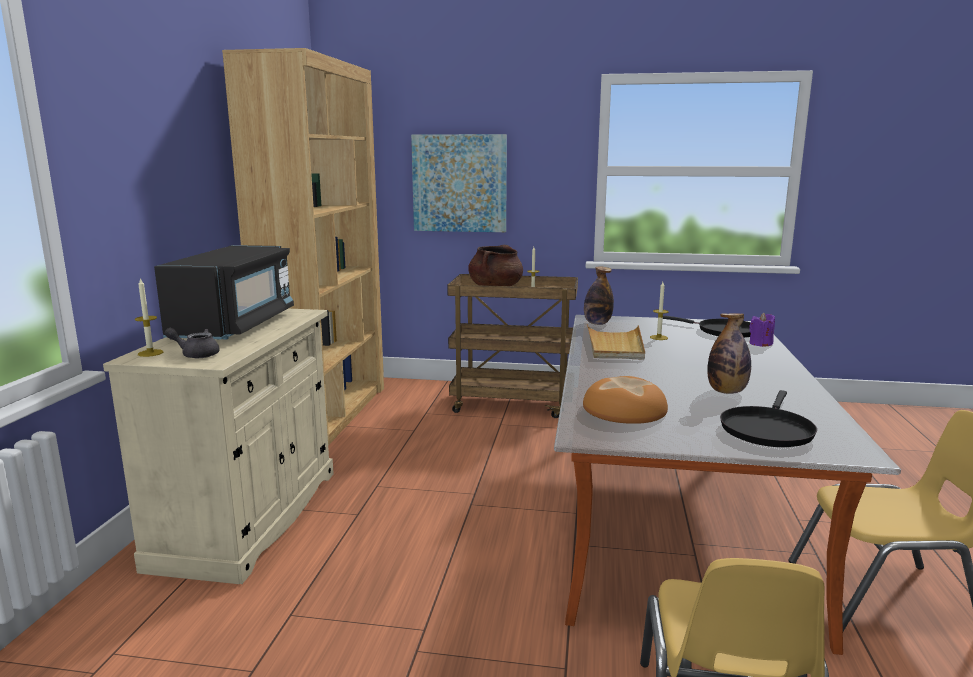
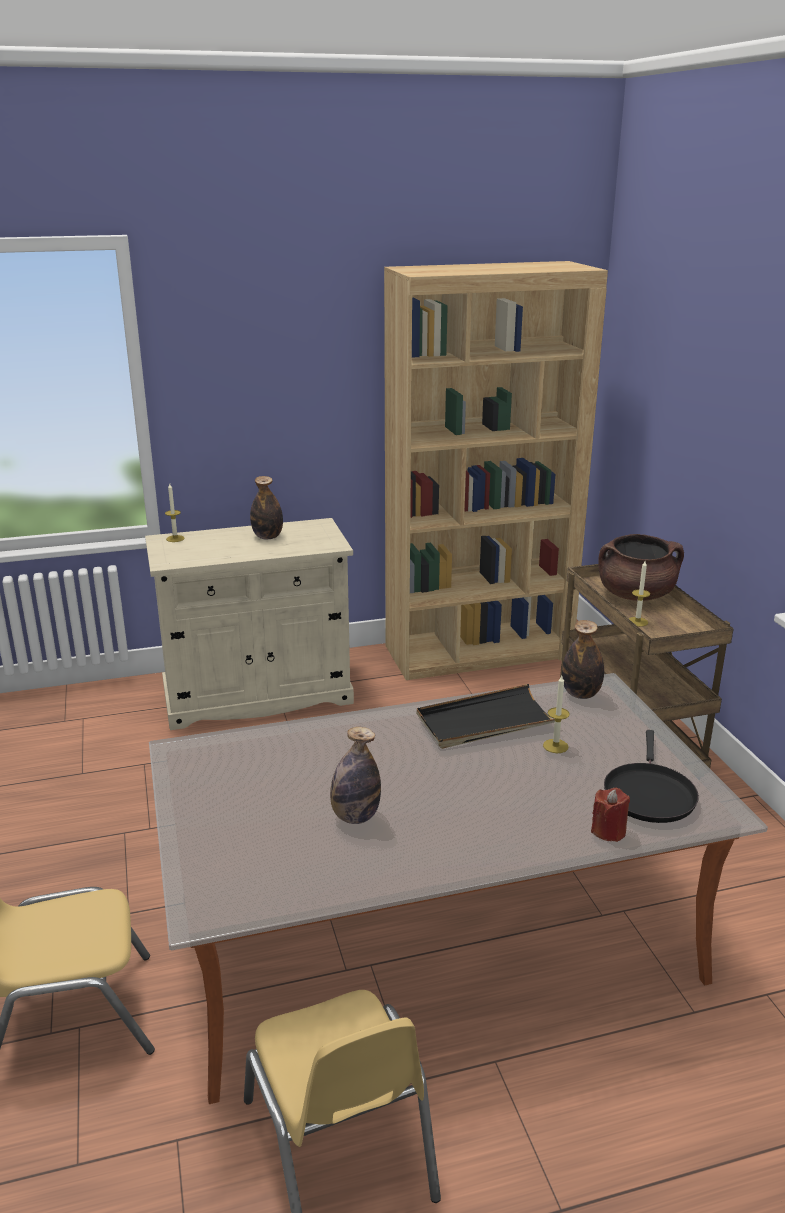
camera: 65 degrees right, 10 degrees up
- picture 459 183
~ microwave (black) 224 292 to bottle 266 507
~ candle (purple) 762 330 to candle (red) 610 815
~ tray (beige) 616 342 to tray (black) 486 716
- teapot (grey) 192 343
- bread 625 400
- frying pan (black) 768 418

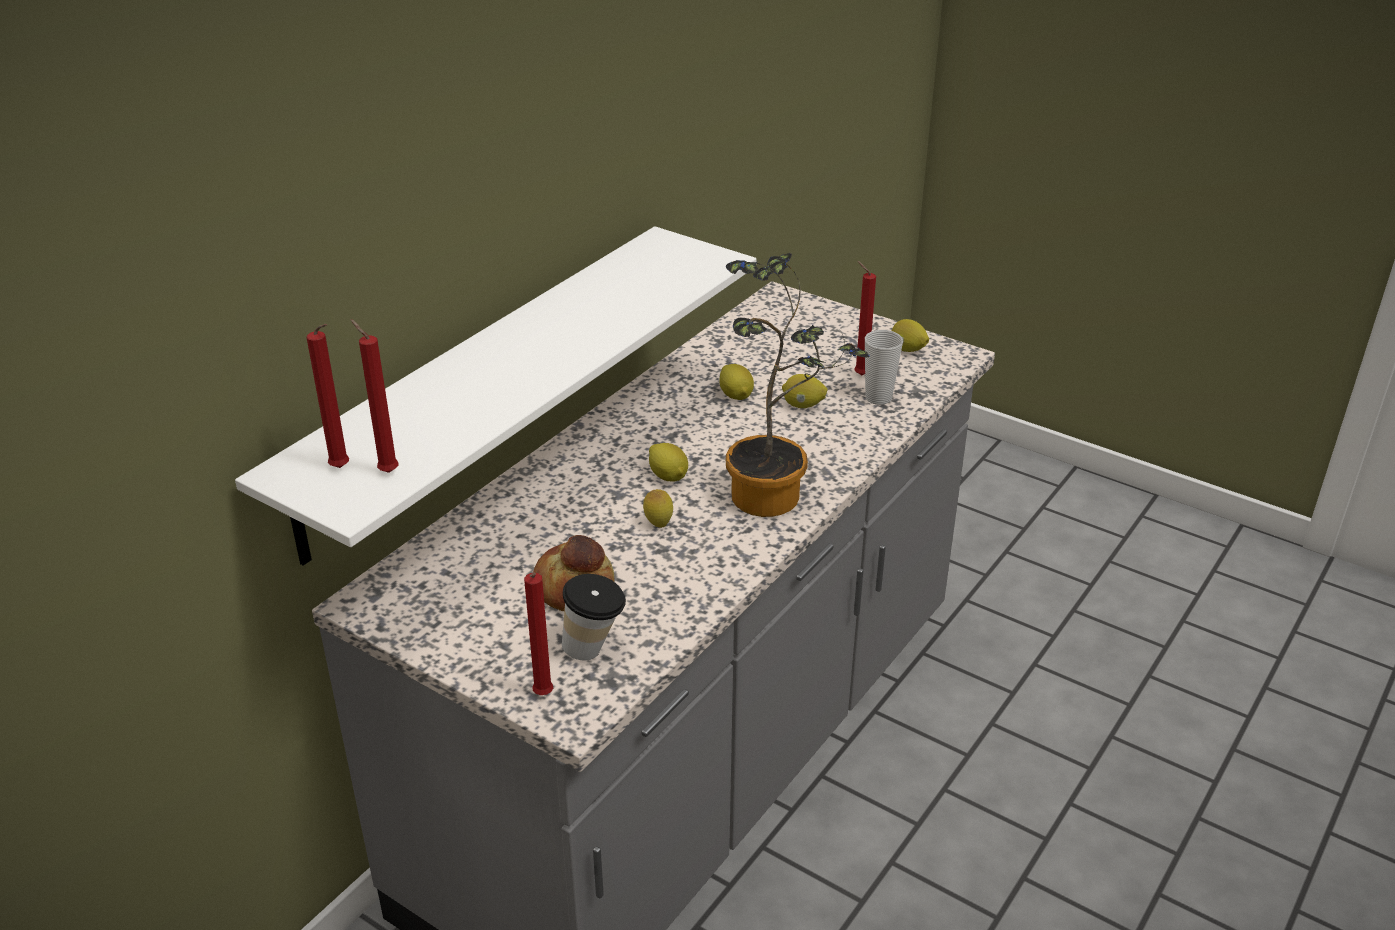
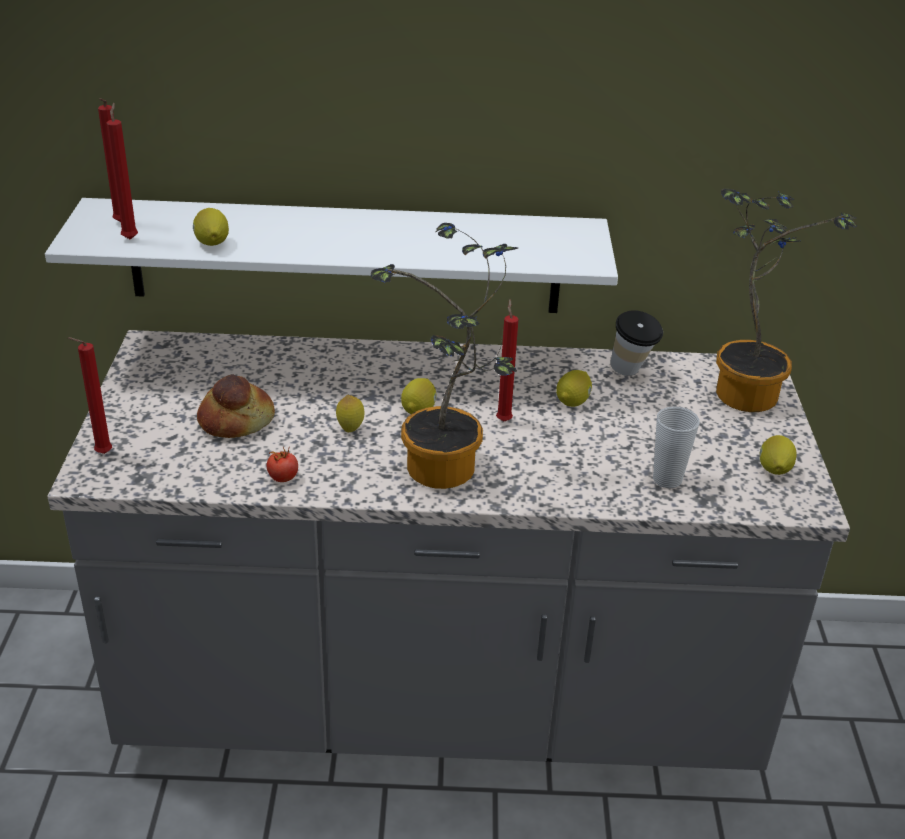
camera: 55 degrees right, 0 degrees up
~ candle (red) 865 318 to 507 360
~ lemon 804 391 to 211 227
~ cup 594 617 to 636 343
+ potted plant 786 300
+ tomato 282 464

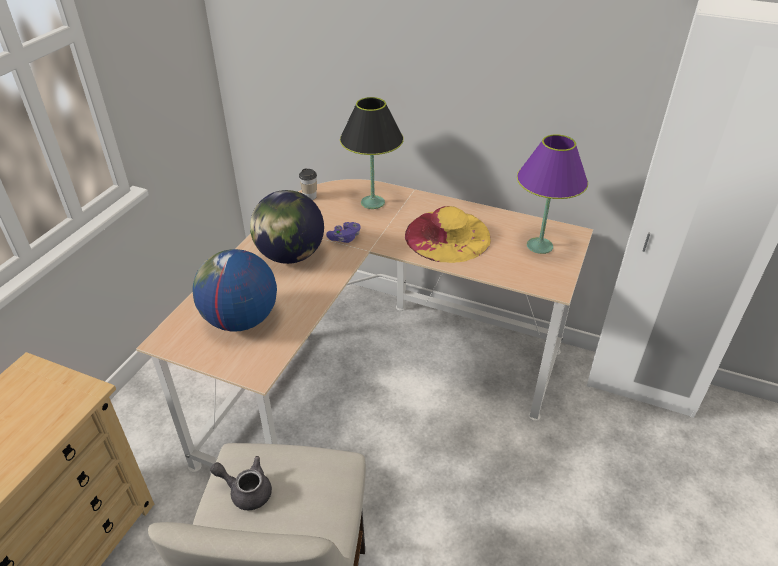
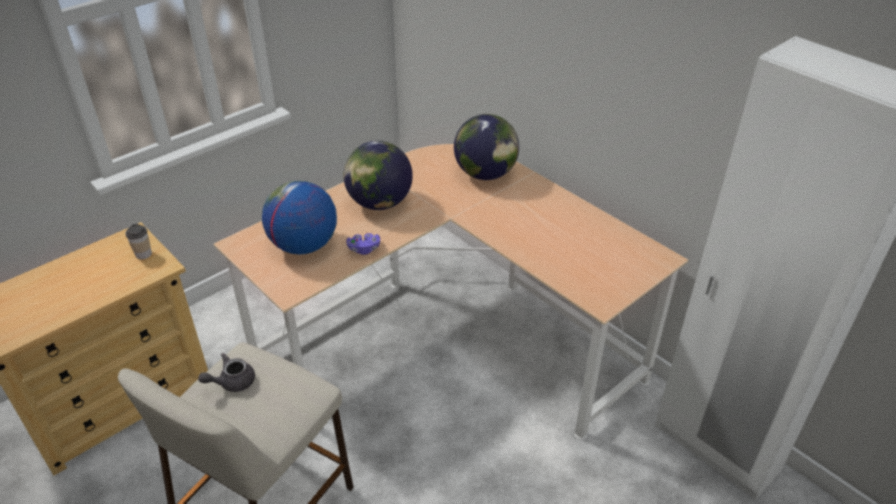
camera: 25 degrees right, 0 degrees up
~ table lamp (black) 372 153 to globe 486 147
- table lamp (purple) 552 194
~ cup 308 184 to 138 241
- hat (yellow) 448 234
~ game controller (purple) 343 232 to 363 244
~ teapot (grey) 241 483 = 226 372 75 degrees counterclockwise

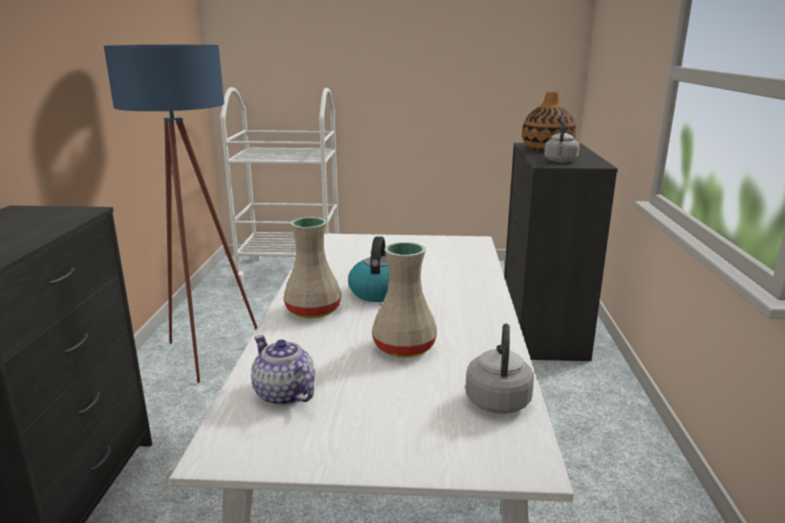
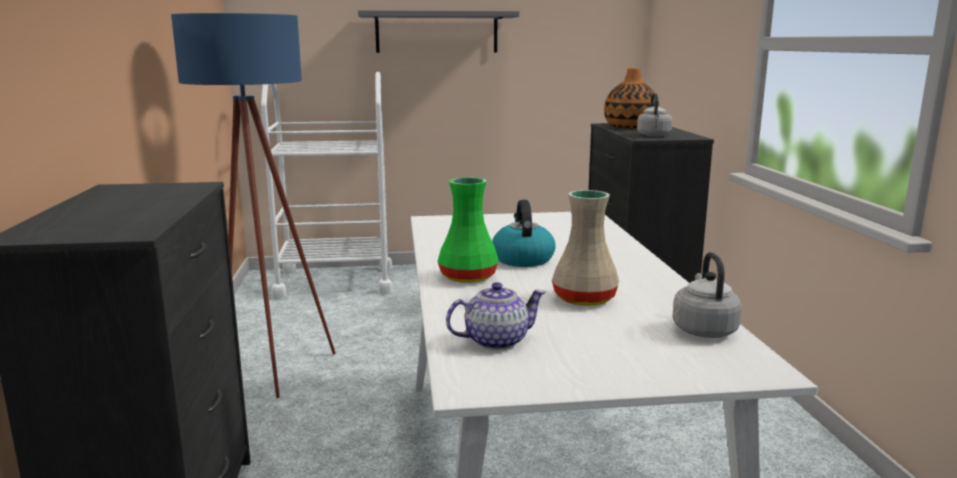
camera: 10 degrees left, 5 degrees down
~ vase (beige) 312 267 to vase (green) 468 230
~ teapot 283 370 = 496 316 120 degrees clockwise
+ shelf (grey) 438 31

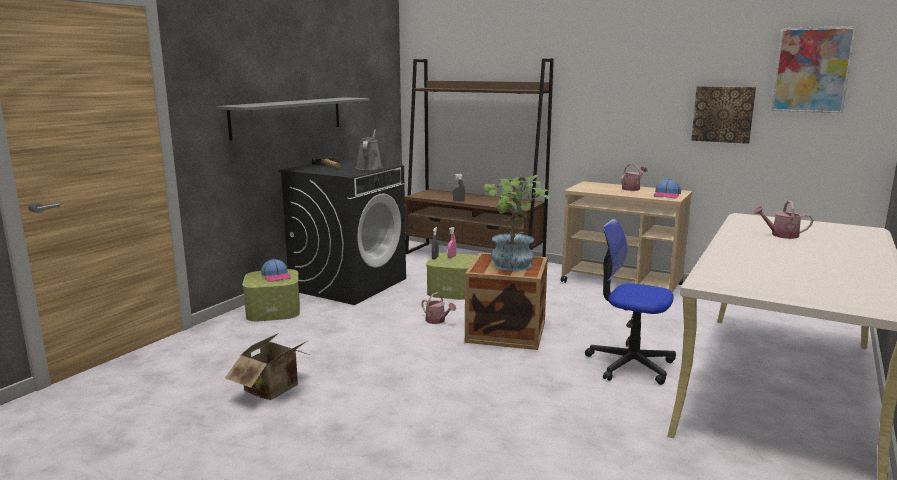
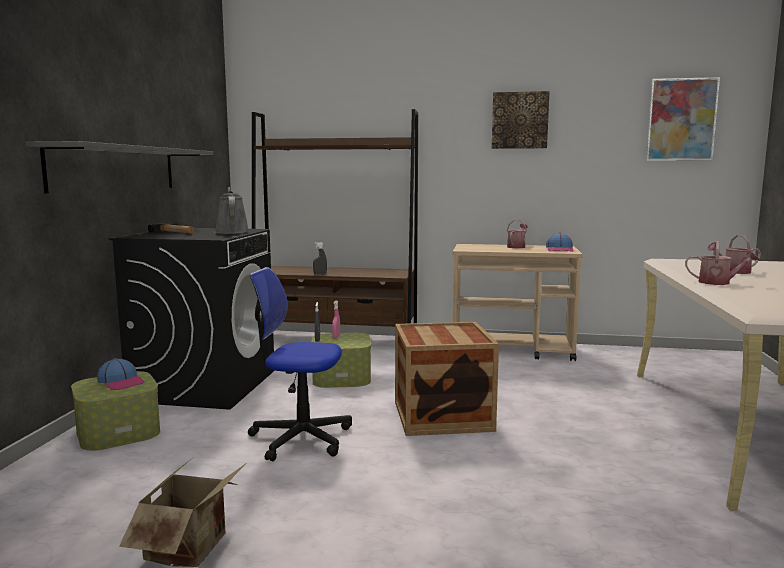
camera: 20 degrees left, 5 degrees down
~ picture 723 115 to 521 120
- potted plant 517 223
~ office chair 630 302 to 300 364
~ watering can 438 308 to 722 263

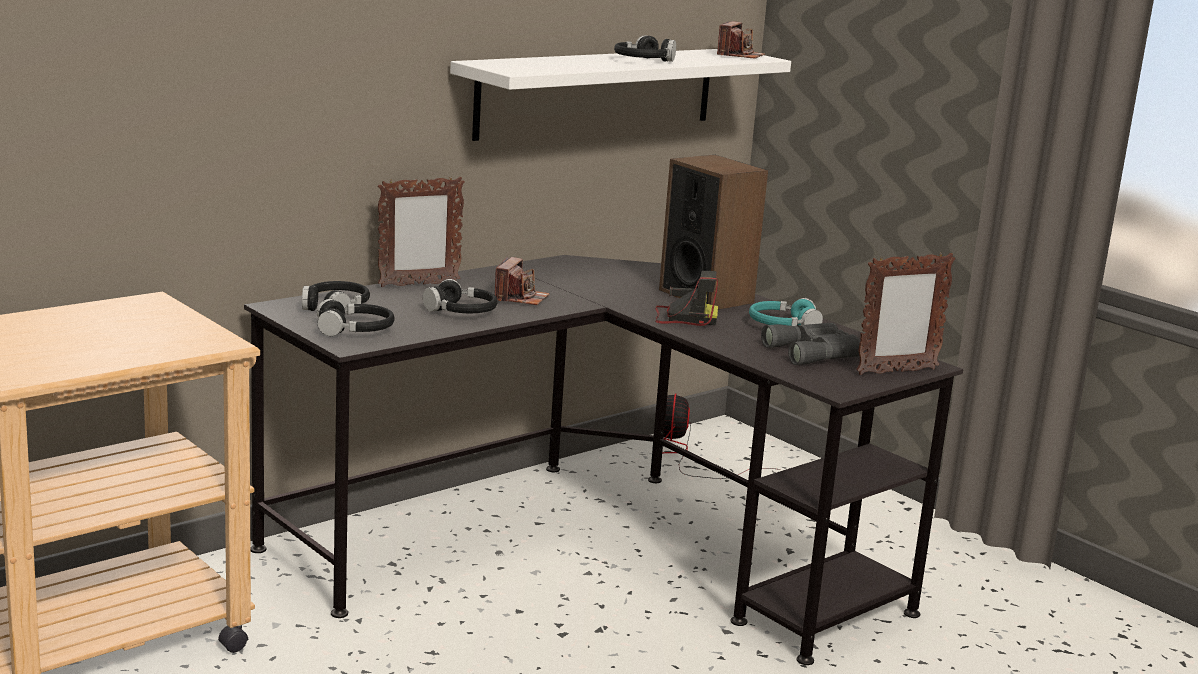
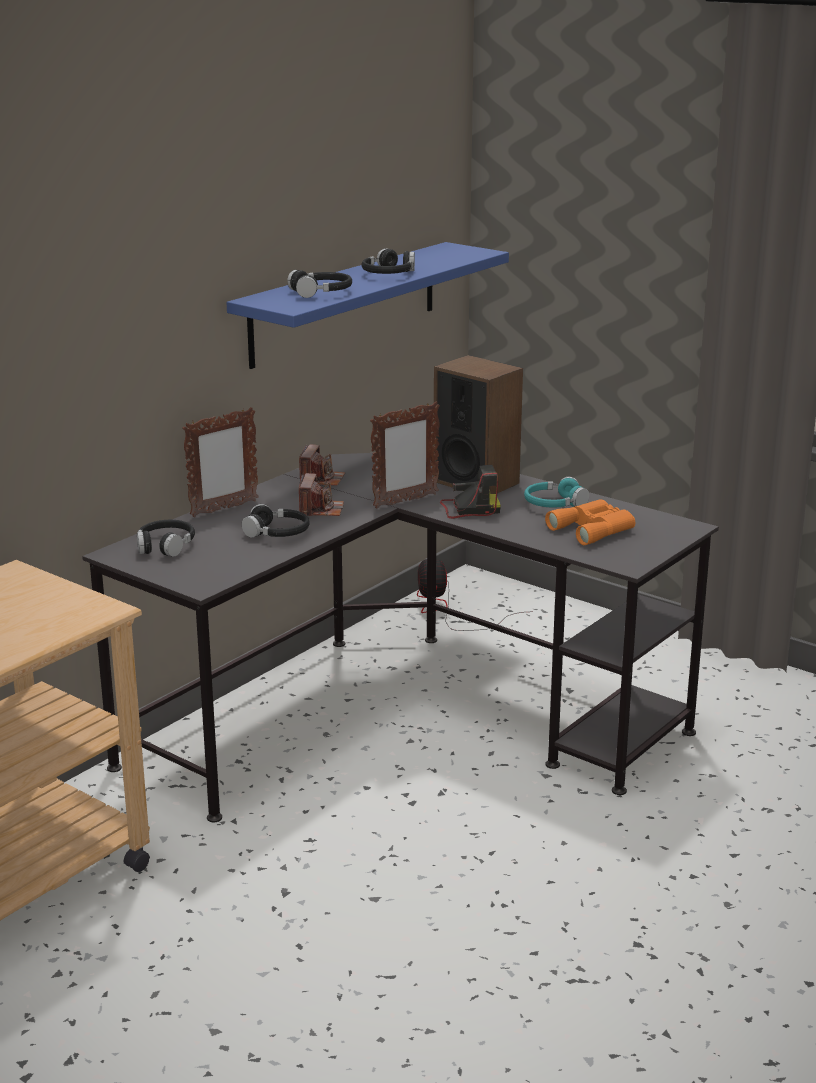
camera: 10 degrees left, 5 degrees up
~ photo camera 741 40 to 322 465
~ shelf (white) 620 95 to shelf (blue) 367 305
~ picture frame 905 313 to 405 455
~ headphones (black) 355 317 to 319 284
~ binoculars (grey) 810 344 to binoculars (orange) 590 522

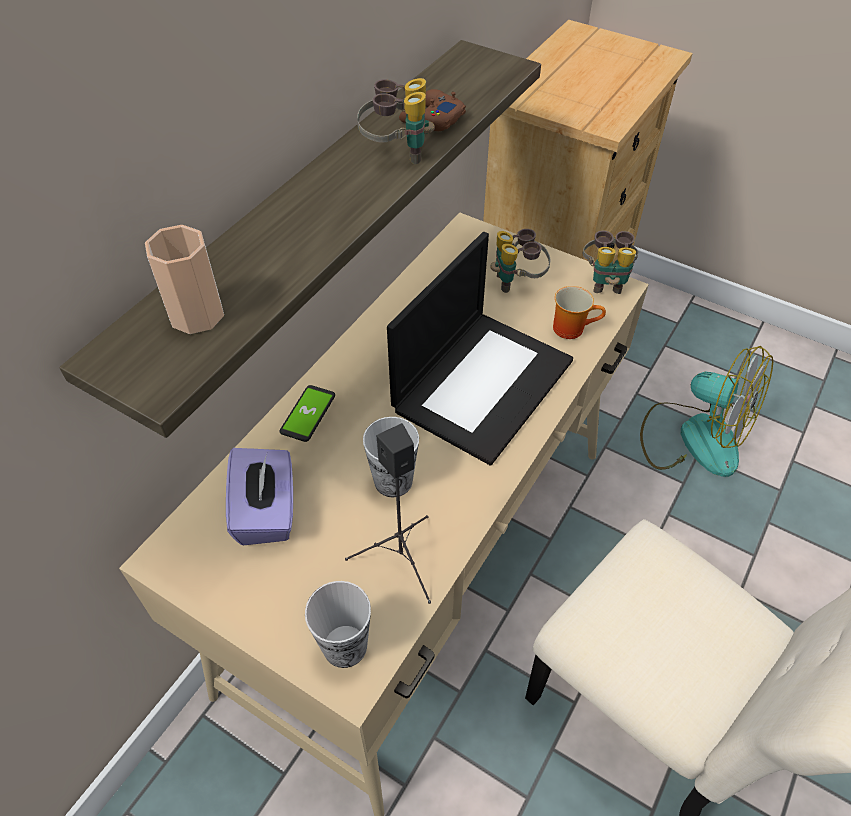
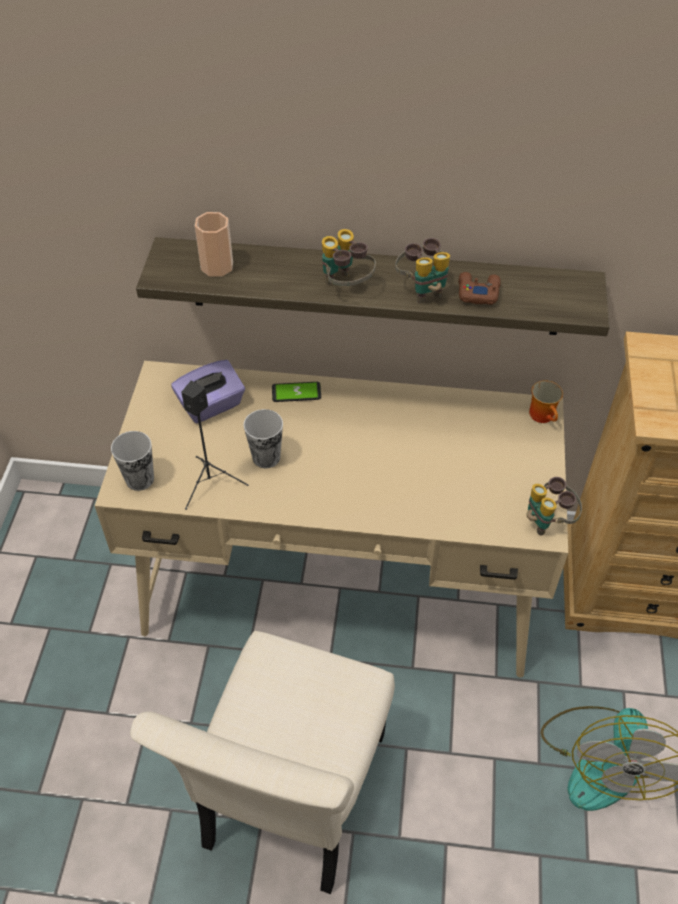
camera: 65 degrees right, 0 degrees up
~ binoculars 520 261 to 349 257
- laptop 480 349
~ mug 579 312 to 546 401

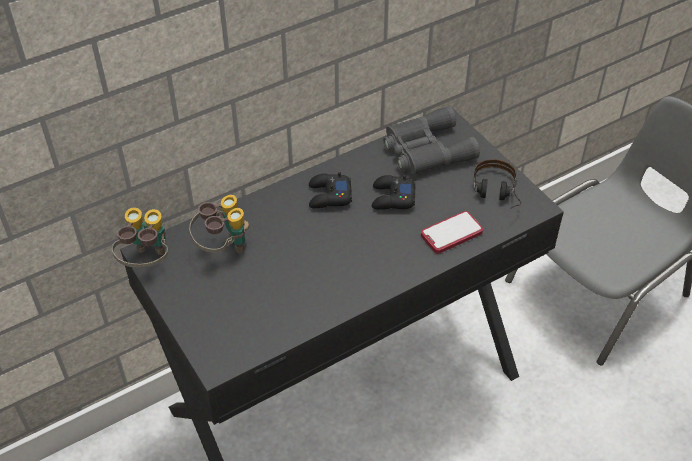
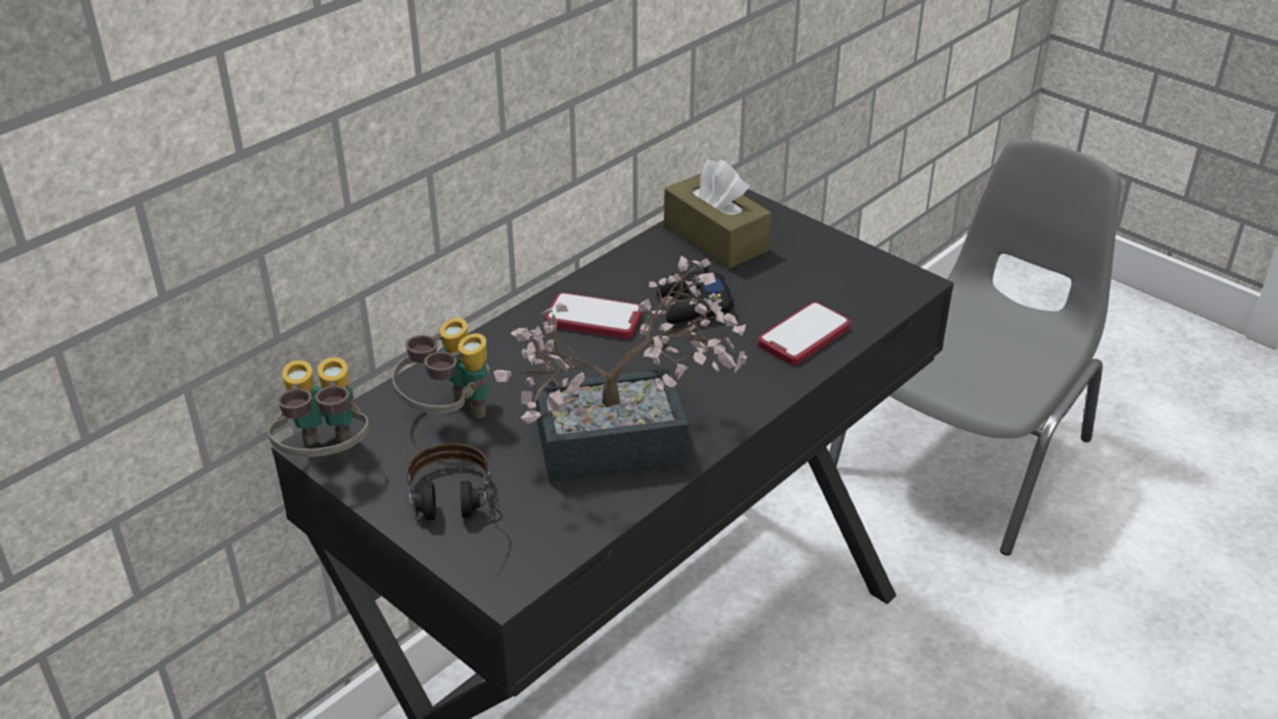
camera: 15 degrees left, 10 degrees down
~ binoculars (grey) 431 140 to tissue box (brown) 718 214
~ headphones 497 183 to 455 486
~ game controller (black) 330 190 to phone 593 316
+ potted plant 620 369

